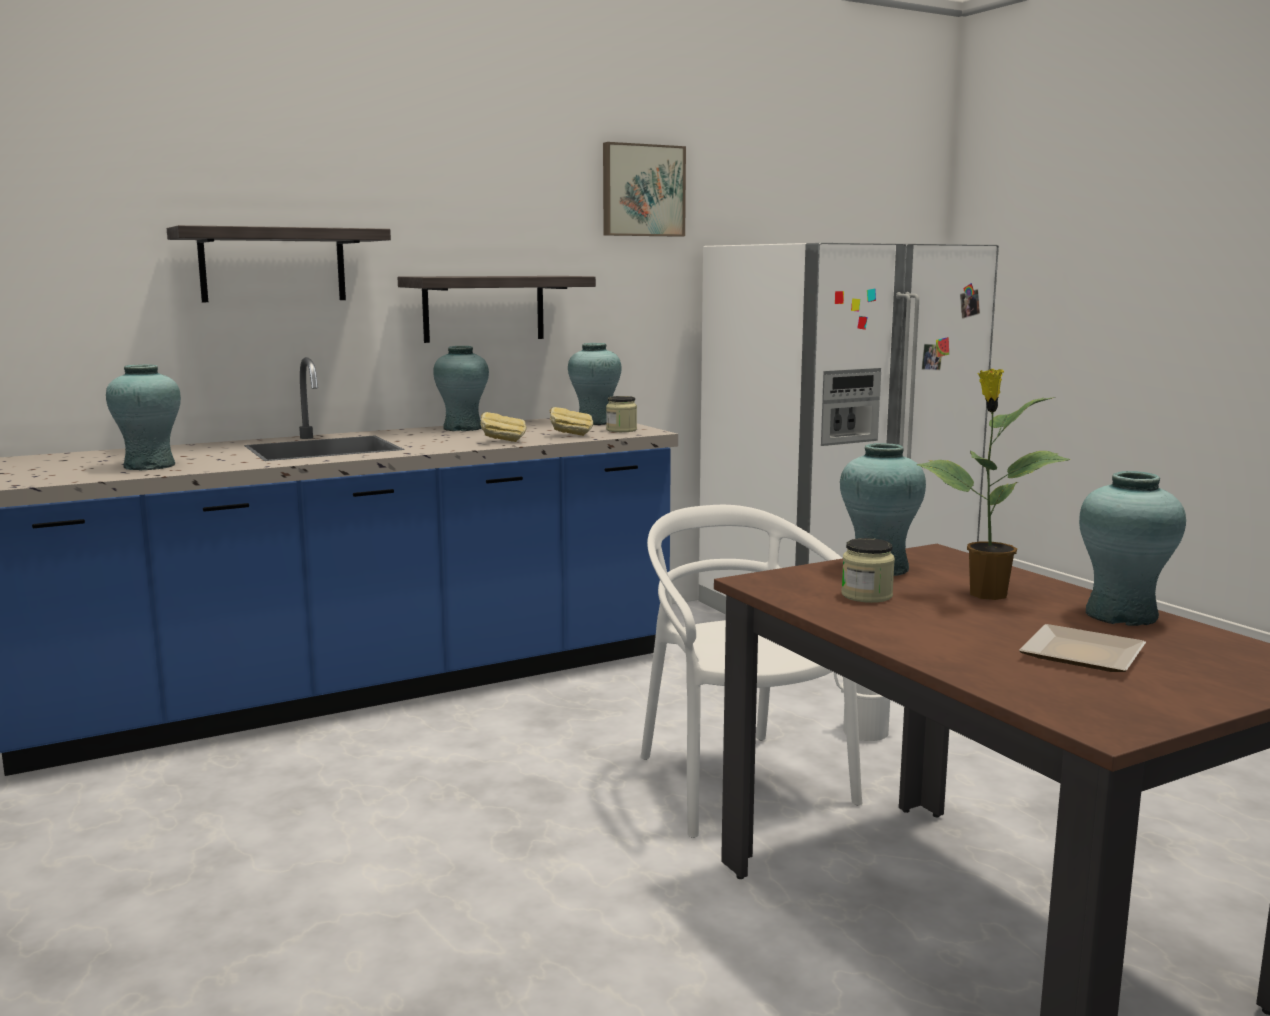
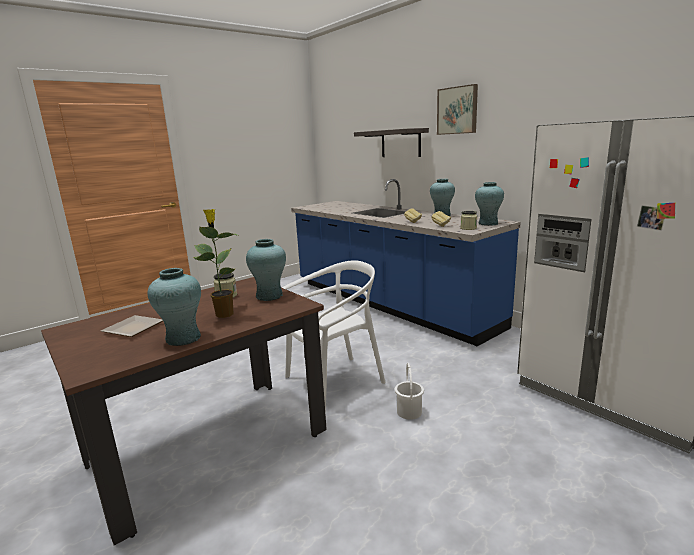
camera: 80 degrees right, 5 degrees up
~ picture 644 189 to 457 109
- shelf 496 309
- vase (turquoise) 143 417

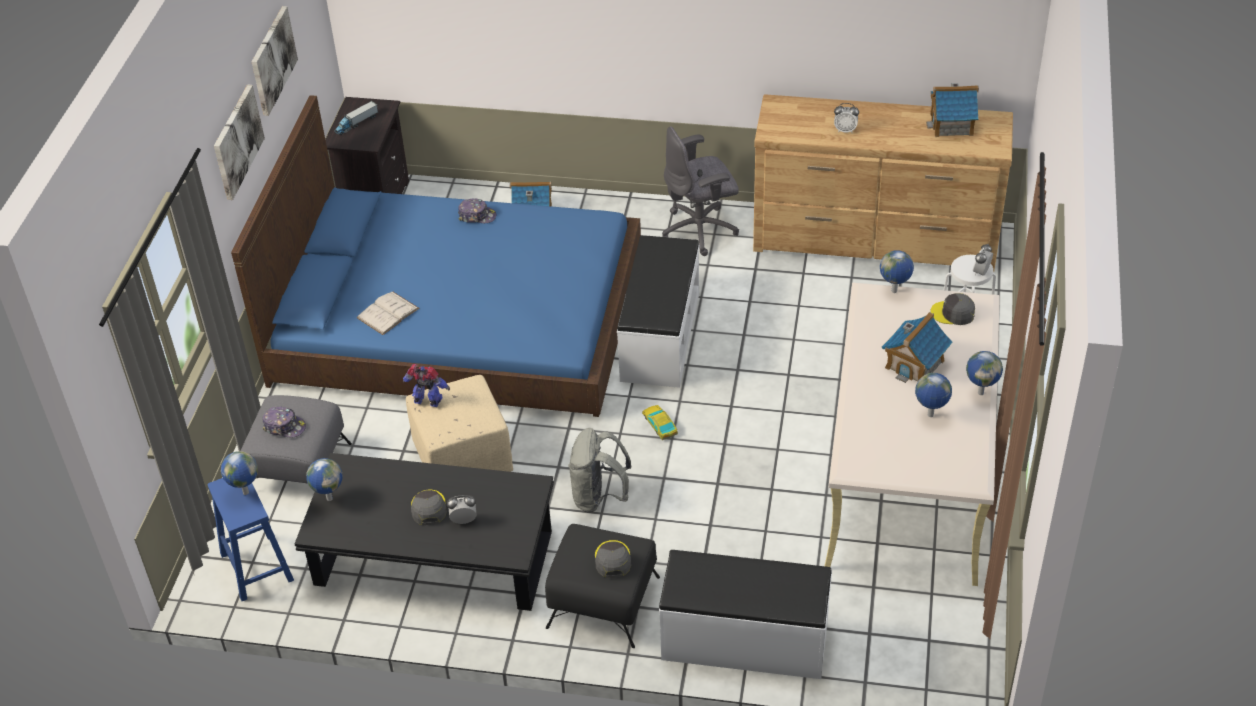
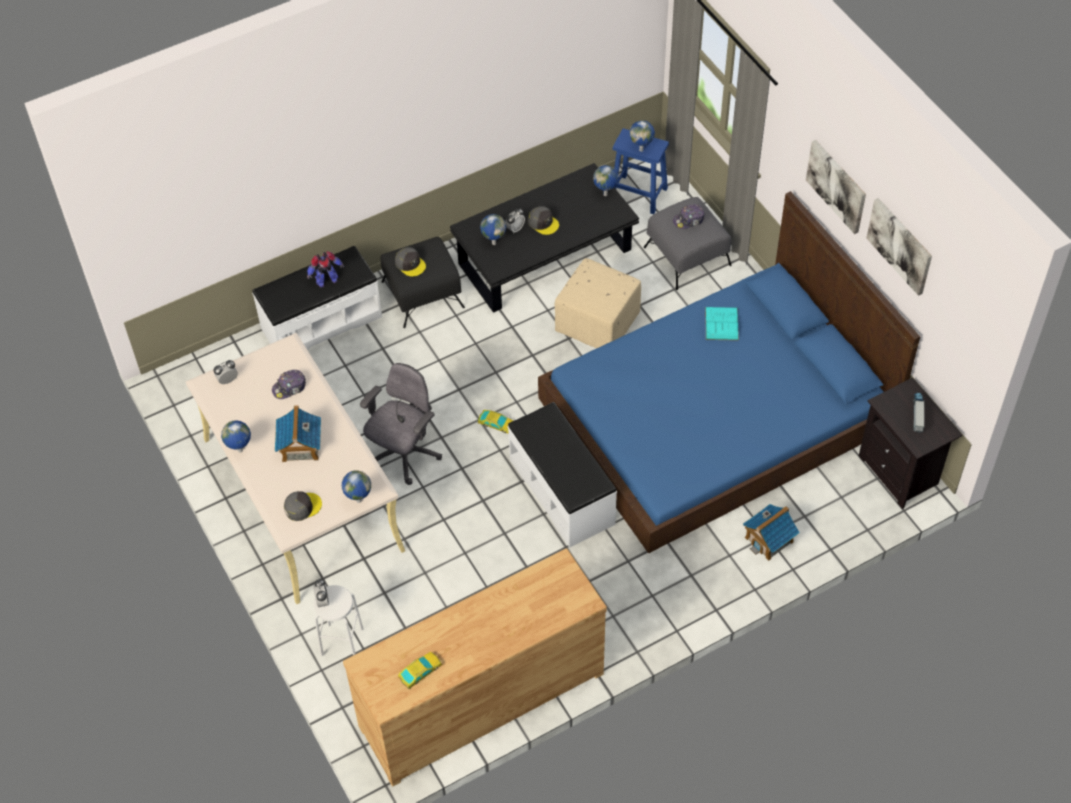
camera: 140 degrees right, 10 degrees up
~ toy house 952 110 to toy car 420 670
~ alarm clock 846 118 to 226 372
~ office chair (grey) 700 191 to 401 424
~ cap 477 210 to 289 384
~ book (white) 388 313 to book (turquoise) 722 324
~ toy robot 426 385 to 325 269
~ globe 933 395 to 493 229
- backpack (grey) 599 470

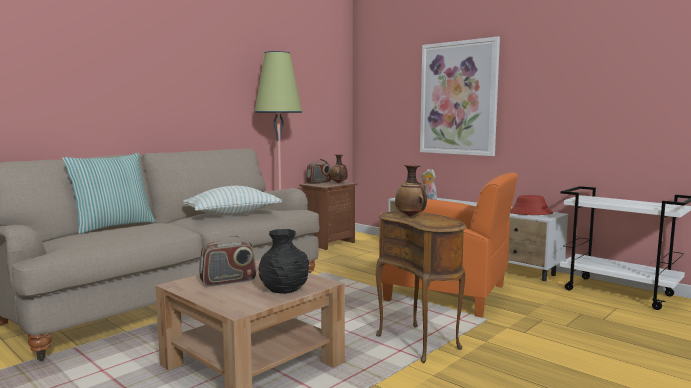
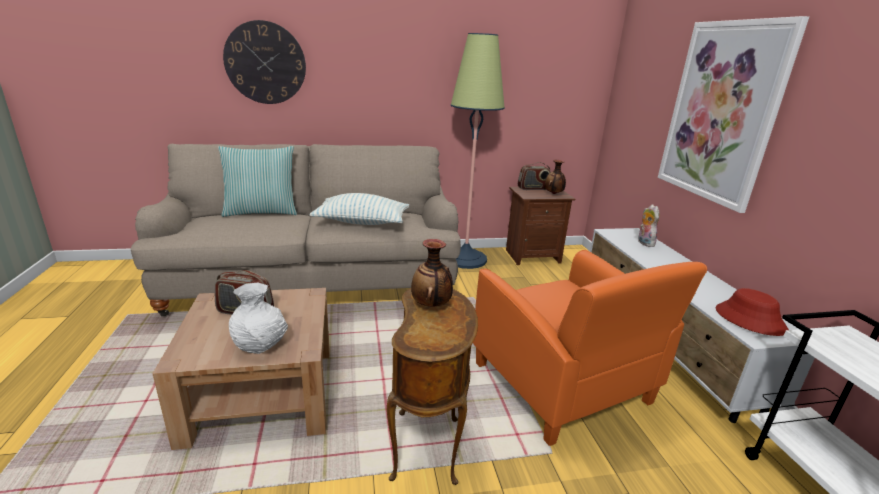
camera: 35 degrees right, 15 degrees up
~ vase (black) 284 261 to vase (white) 258 318
+ wall clock 264 62

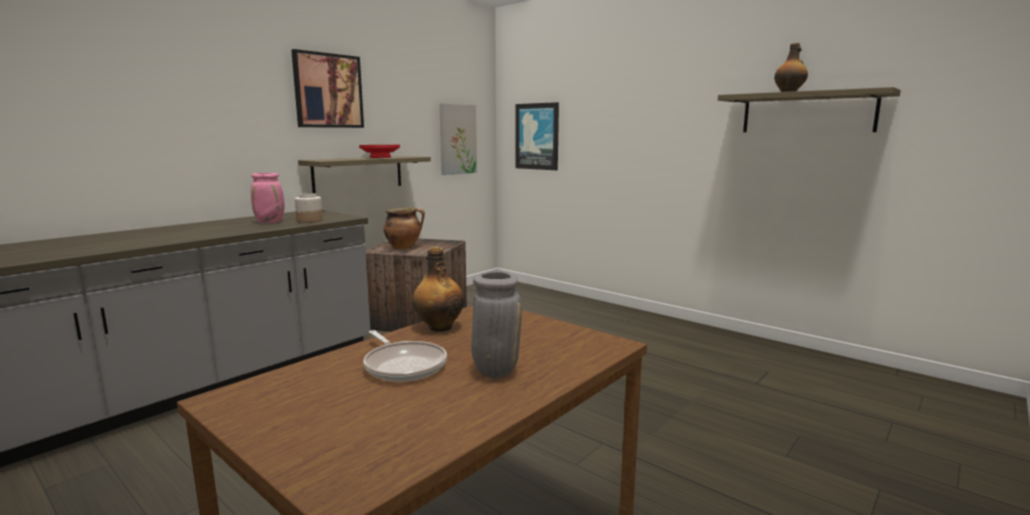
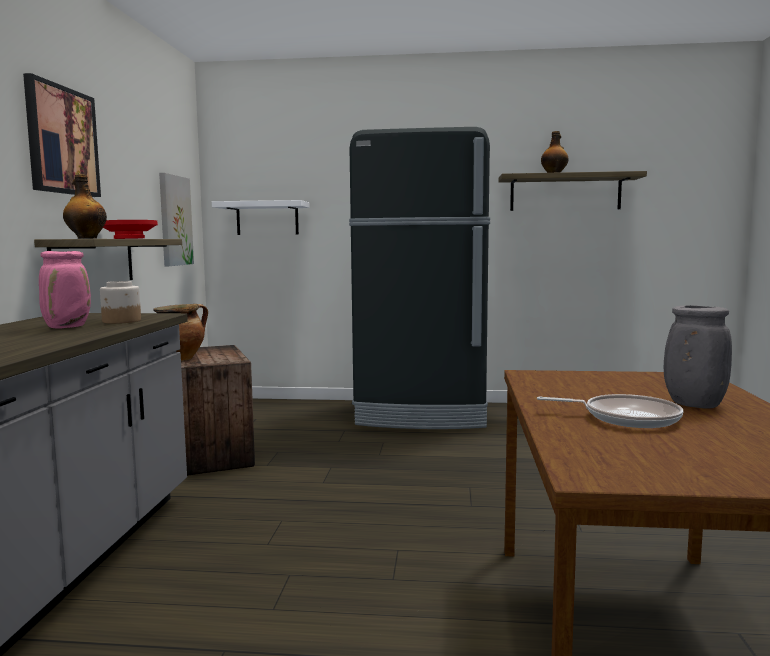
camera: 35 degrees left, 5 degrees down
~ picture 537 136 to shelf (white) 261 217
~ bottle 438 289 to 85 206
+ fridge (black) 419 278

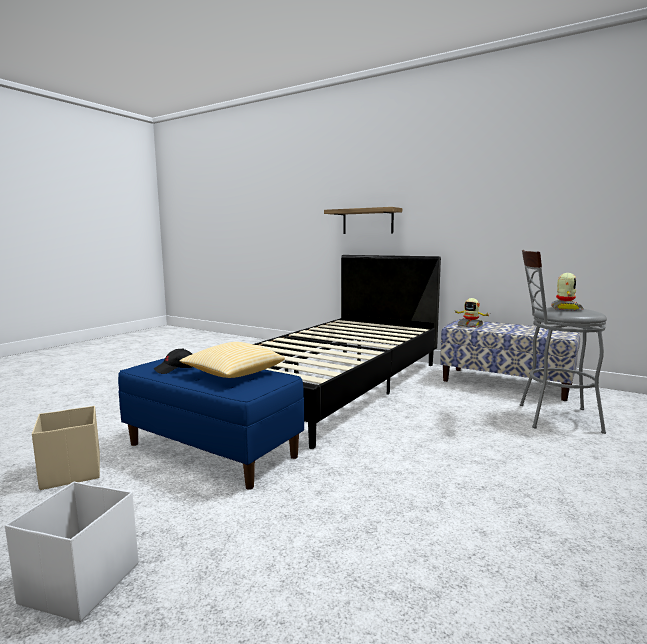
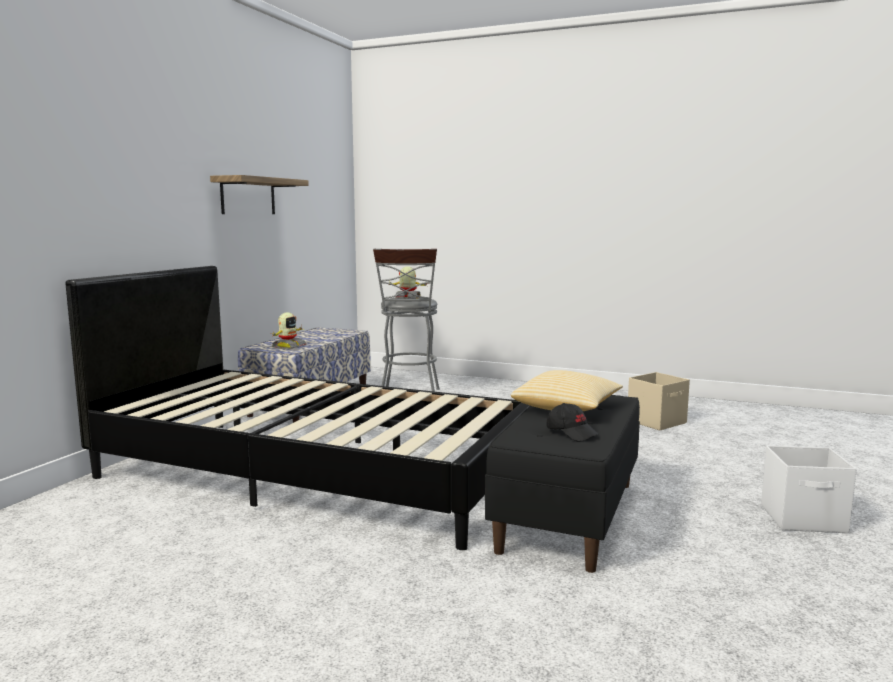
camera: 100 degrees left, 0 degrees up
~ shelf 363 220 to 259 194
~ bench (blue) 211 424 to bench (black) 562 484
~ storage box (beige) 66 448 to 659 401

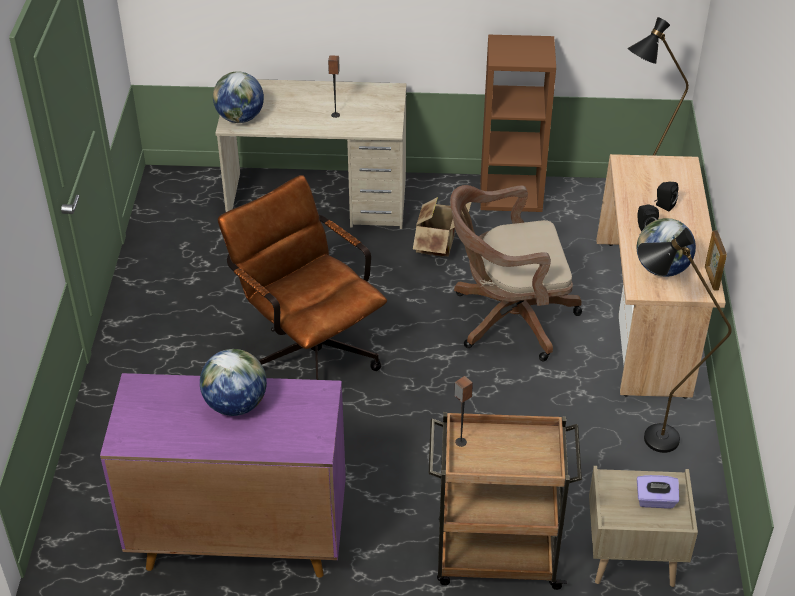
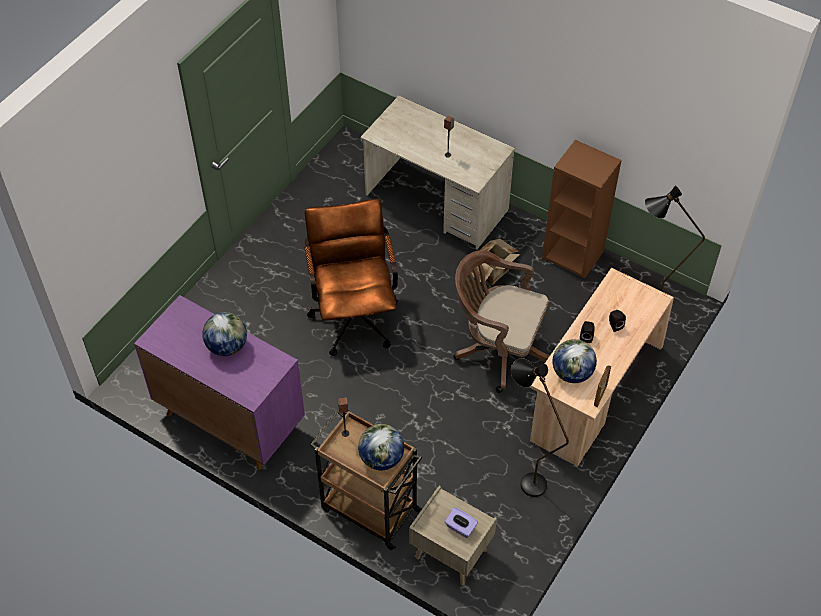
camera: 30 degrees right, 10 degrees up
~ globe 238 97 to 381 447

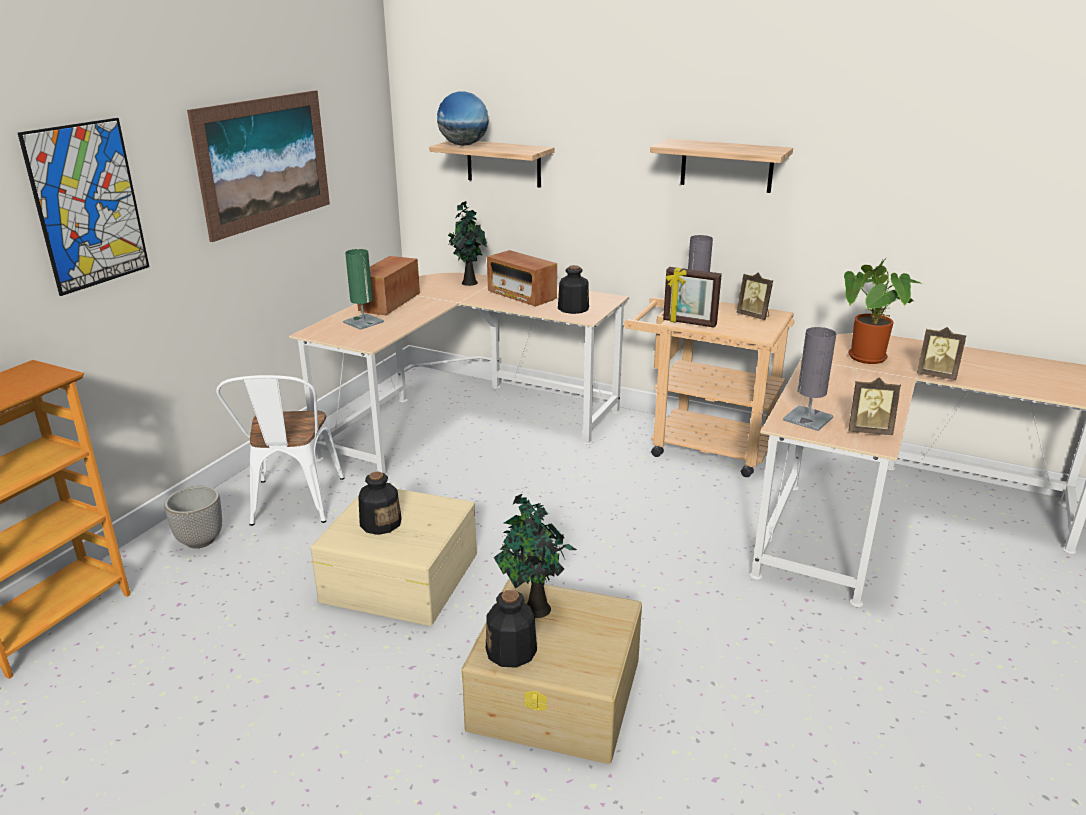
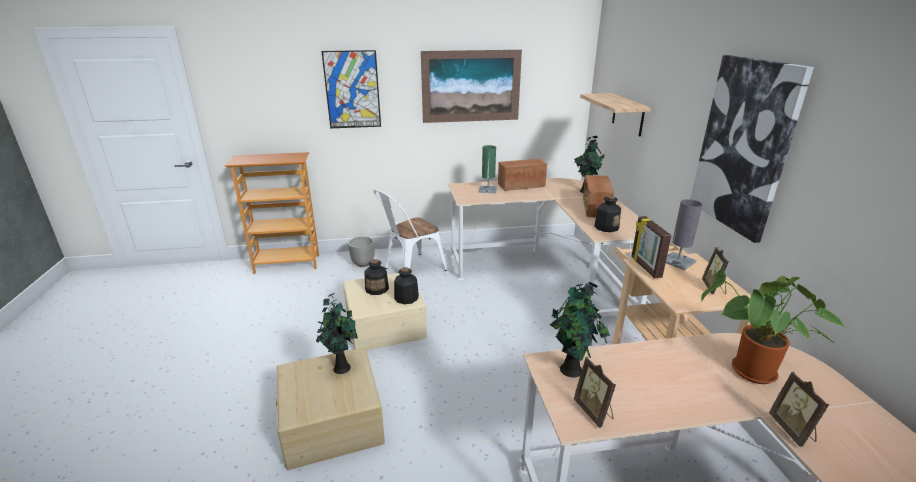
camera: 55 degrees right, 0 degrees up
- globe 463 118
~ shelf 721 166 to picture 752 149
~ table lamp (grey) 809 379 to potted plant 580 330
~ bottle 511 629 to 406 285

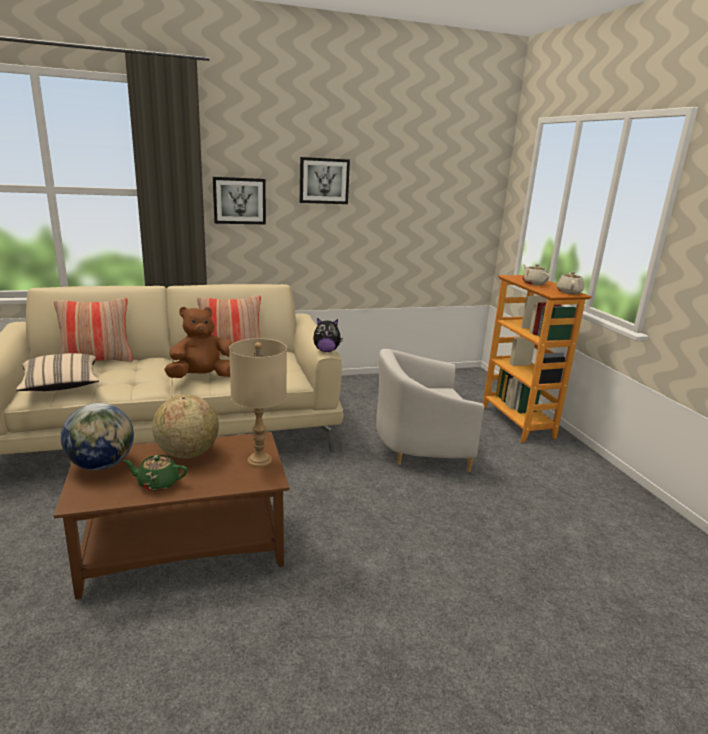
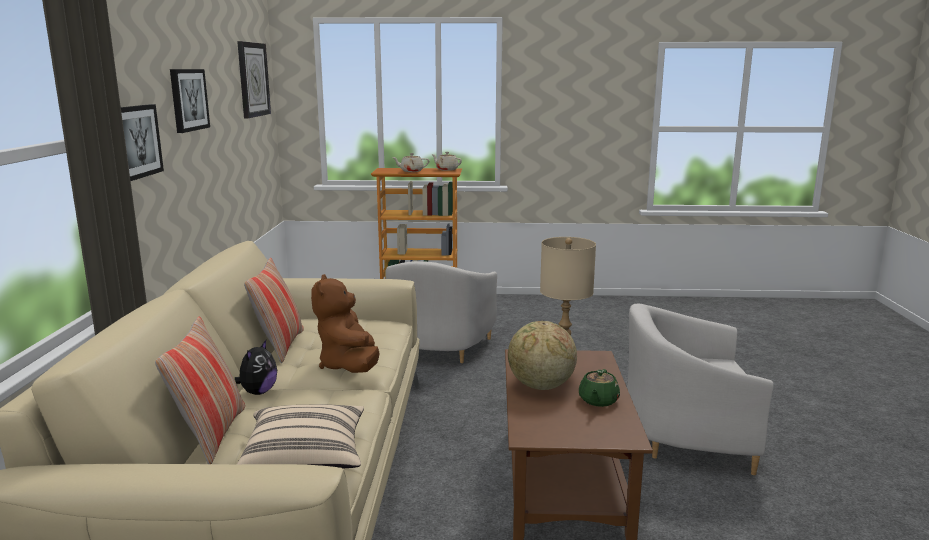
camera: 70 degrees left, 5 degrees down
~ plush toy 328 335 to 256 367
- globe 97 436
+ wall clock 254 79
+ armchair (white) 700 389

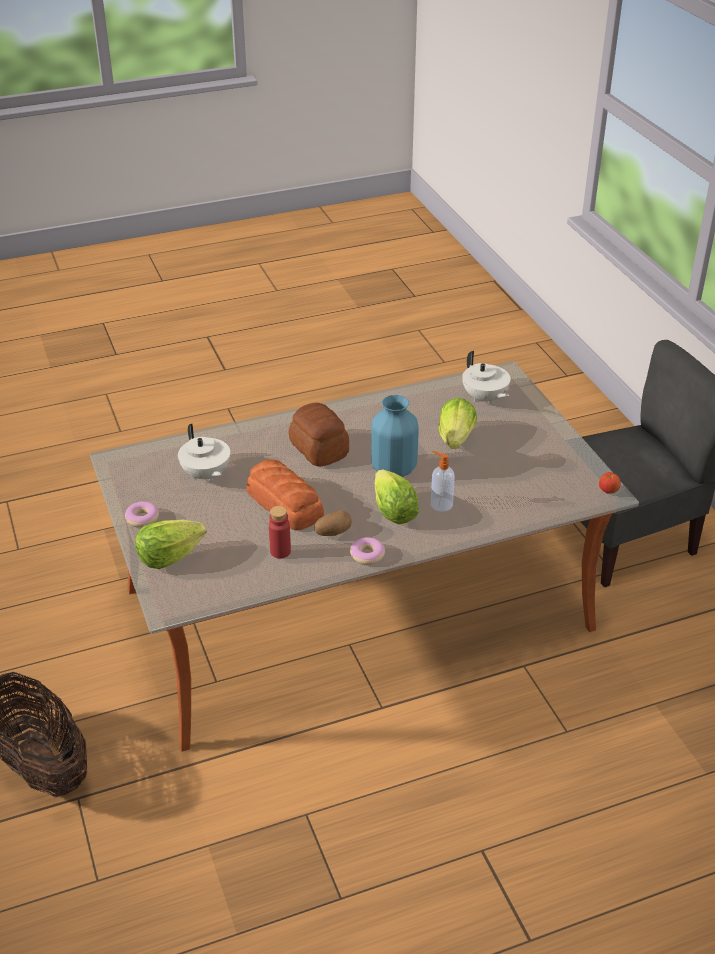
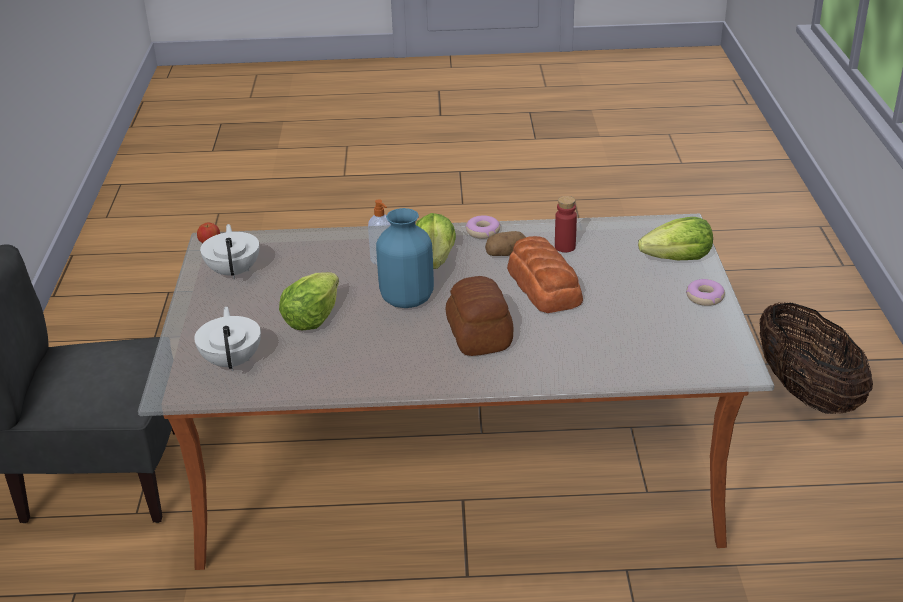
camera: 160 degrees left, 5 degrees down
~ teapot (white) 204 453 to 229 252

